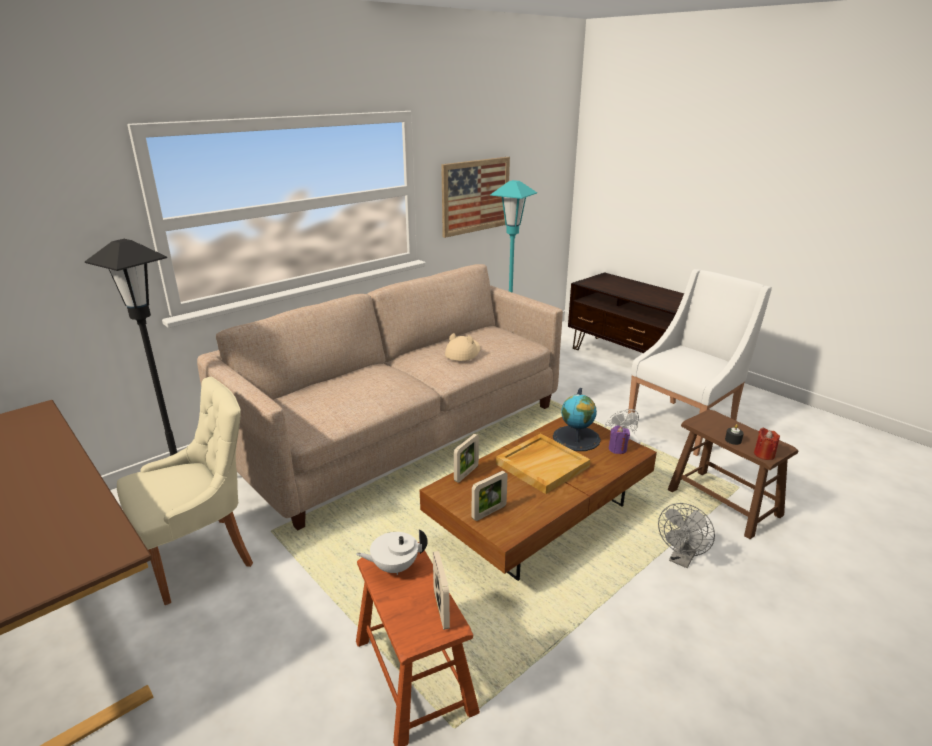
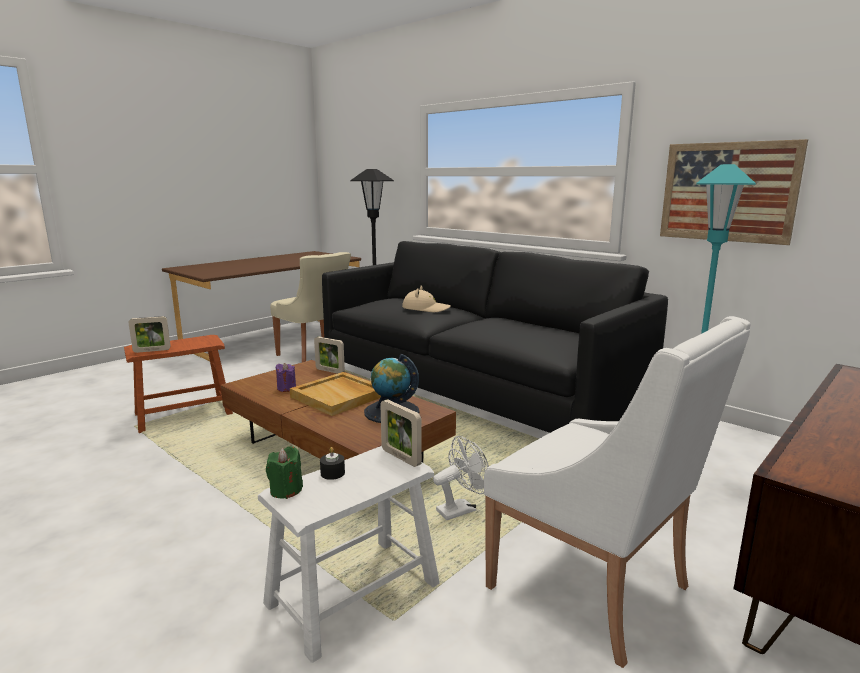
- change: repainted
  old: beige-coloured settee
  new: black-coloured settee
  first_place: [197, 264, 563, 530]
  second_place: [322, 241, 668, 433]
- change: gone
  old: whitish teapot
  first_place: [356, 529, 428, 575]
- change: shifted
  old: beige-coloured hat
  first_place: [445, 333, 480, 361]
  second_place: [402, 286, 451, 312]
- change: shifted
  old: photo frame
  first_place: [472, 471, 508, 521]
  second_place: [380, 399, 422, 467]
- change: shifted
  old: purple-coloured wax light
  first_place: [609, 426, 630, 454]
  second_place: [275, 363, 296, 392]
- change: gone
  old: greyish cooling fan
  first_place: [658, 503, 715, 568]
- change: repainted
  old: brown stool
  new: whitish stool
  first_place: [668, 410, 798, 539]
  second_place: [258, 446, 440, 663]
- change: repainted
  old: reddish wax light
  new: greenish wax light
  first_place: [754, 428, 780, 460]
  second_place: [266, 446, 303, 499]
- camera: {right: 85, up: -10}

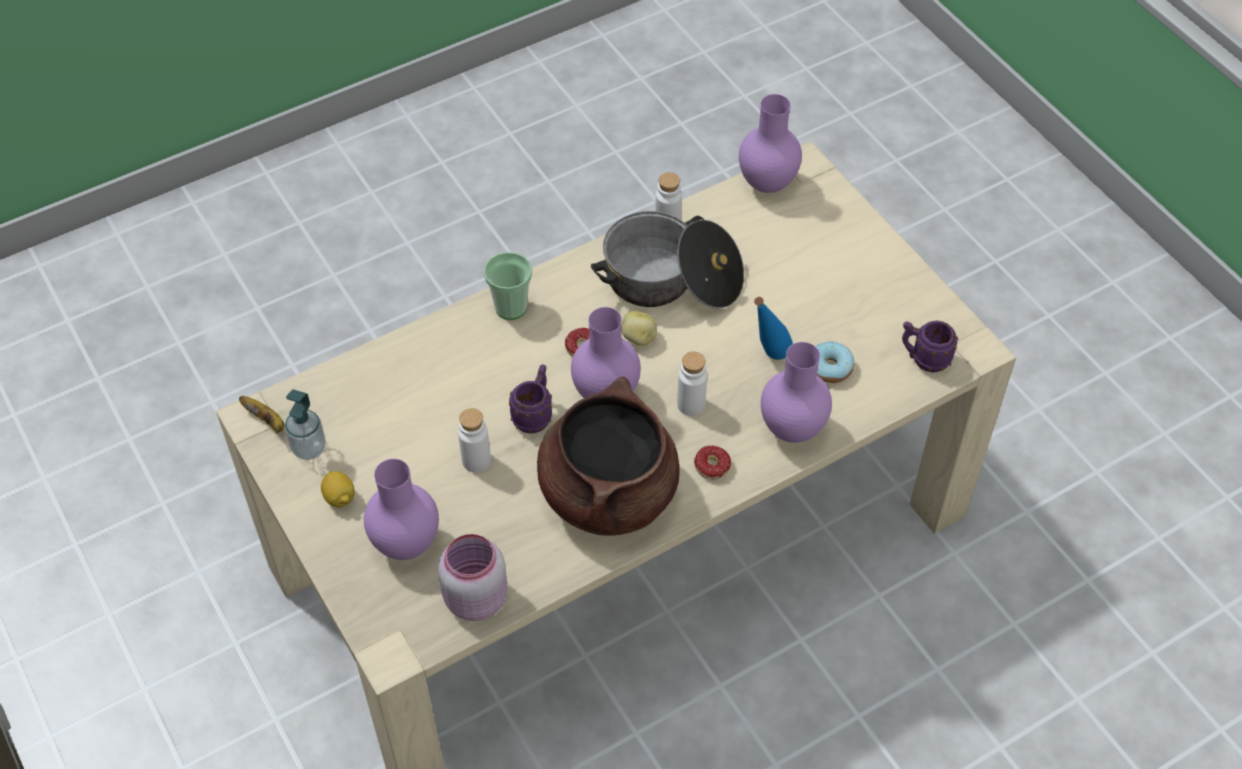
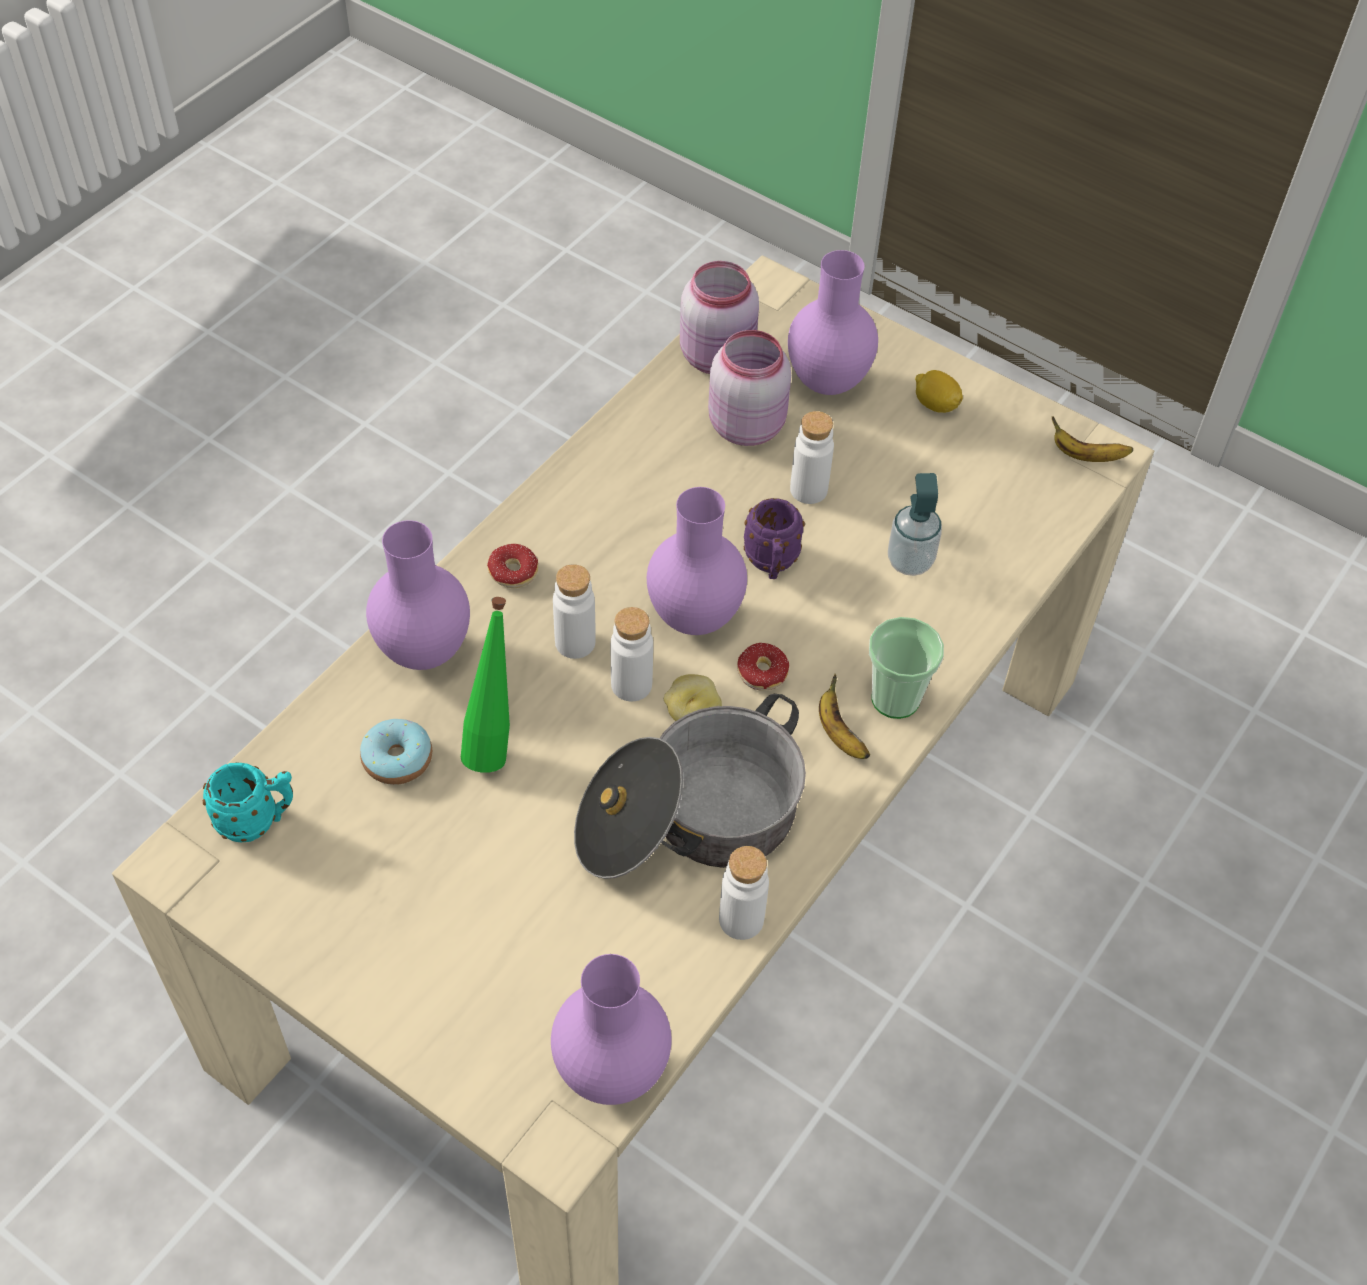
- change: shifted
  old: soap bottle
  first_place: [285, 389, 326, 460]
  second_place: [888, 473, 942, 576]
- change: gone
  old: brown saucepot
  first_place: [537, 377, 680, 536]
- change: repainted
  old: blue-coloured drink bottle
  new: greenish drink bottle
  first_place: [754, 297, 793, 360]
  second_place: [461, 597, 510, 773]
- change: repainted
  old: purple-coloured tea mug
  new: turquoise tea mug
  first_place: [902, 321, 958, 372]
  second_place: [203, 762, 293, 842]
- change: new
  new: whitish drink bottle
  second_place: [611, 607, 653, 701]
- change: new
  new: pink preserve jar
  second_place: [708, 330, 791, 446]
- change: new
  new: banana
  second_place: [819, 674, 870, 759]
- camera: {right: 155, up: 0}

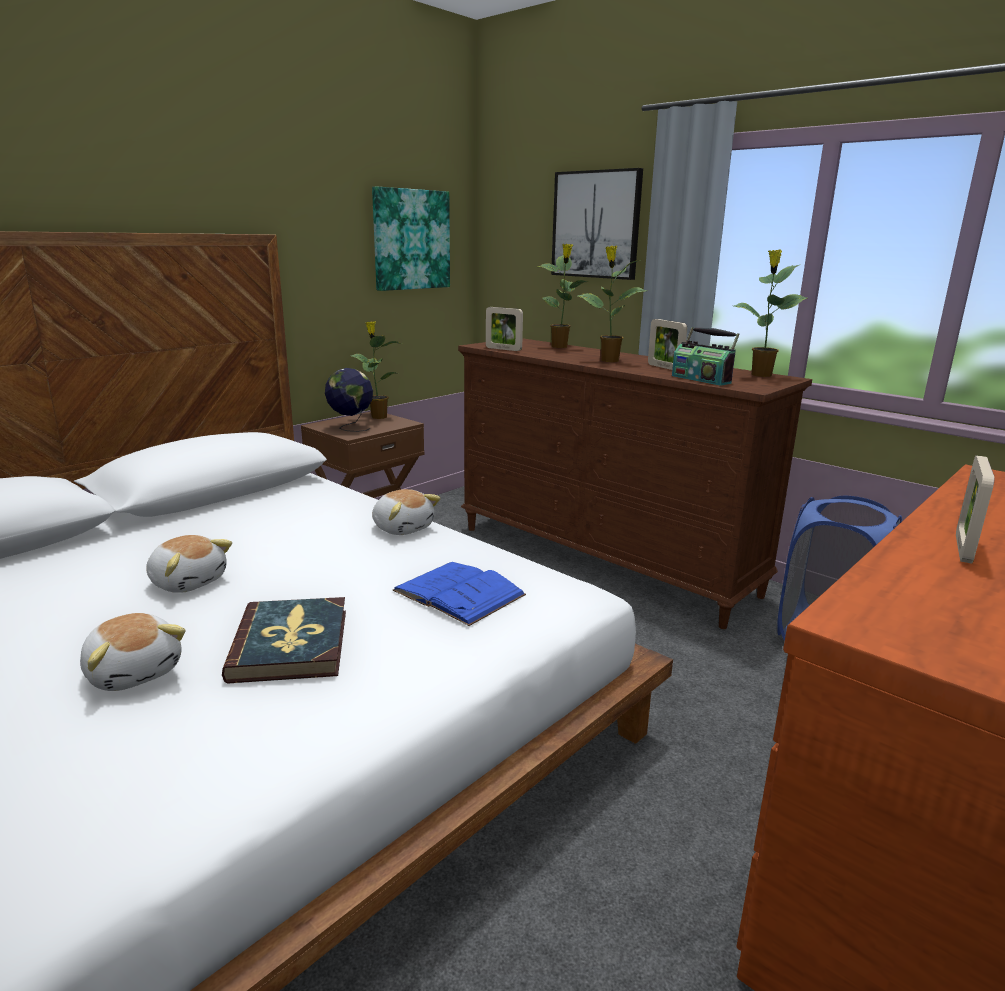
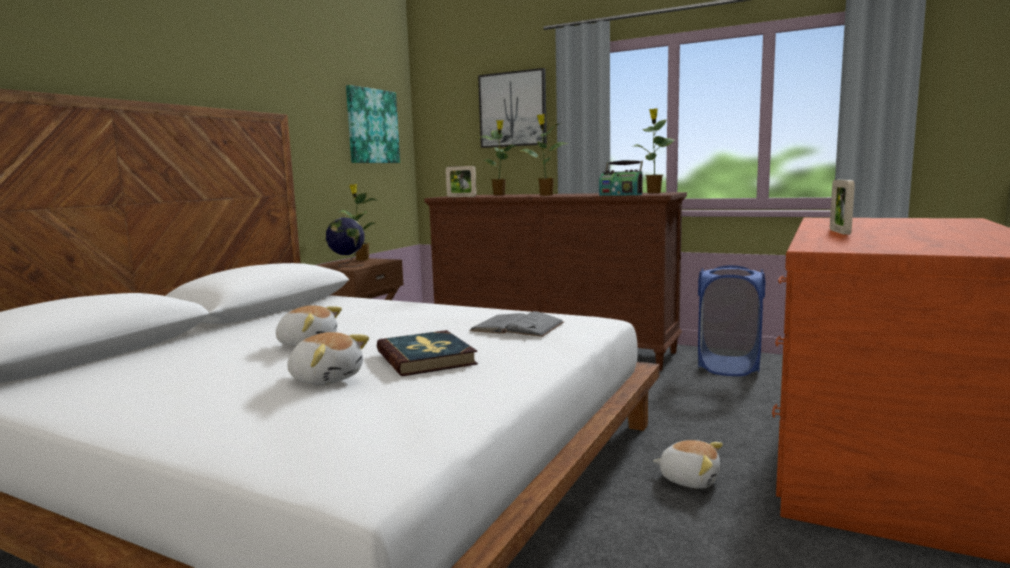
- change: shifted
  old: cuddly toy
  first_place: [372, 489, 441, 535]
  second_place: [653, 440, 723, 489]
- change: repainted
  old: blue-coloured book
  new: greyish book
  first_place: [393, 562, 526, 626]
  second_place: [469, 311, 564, 337]
- change: gone
  old: photo frame
  first_place: [648, 319, 687, 370]
- camera: {right: -15, up: -10}

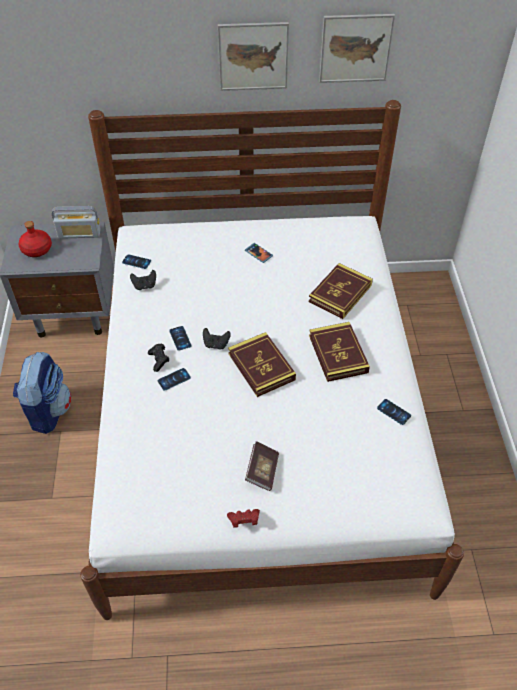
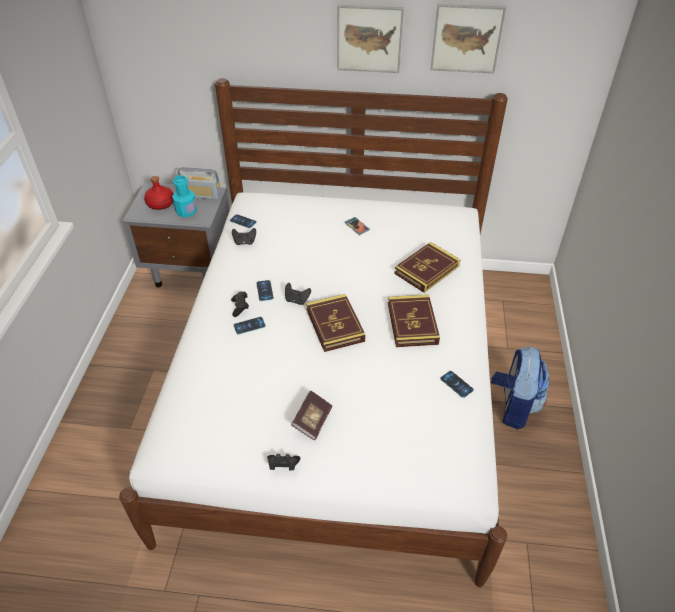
- change: shifted
  old: knapsack
  first_place: [13, 352, 72, 434]
  second_place: [491, 346, 549, 429]
- change: repainted
  old: reddish gamepad
  new: black-coloured gamepad
  first_place: [227, 509, 260, 528]
  second_place: [267, 454, 300, 470]
- change: new
  new: turquoise drink bottle
  second_place: [172, 175, 197, 217]
- camera: {right: 10, up: -5}

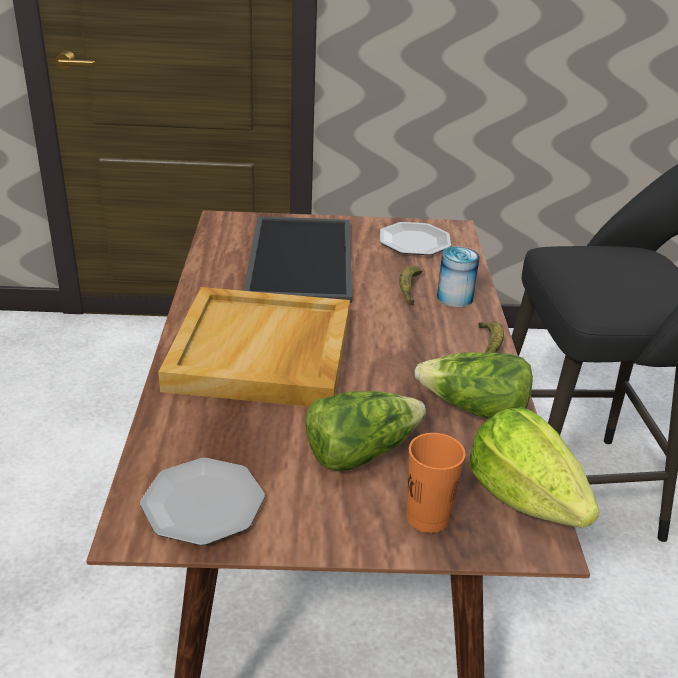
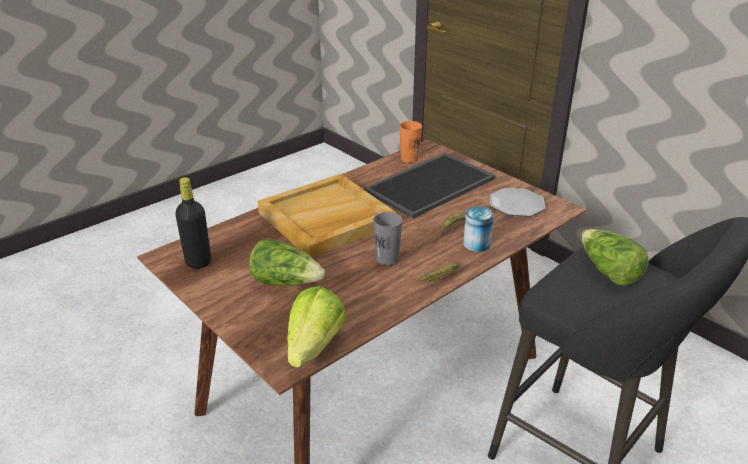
- change: swapped
  old: plate
  new: black-coloured drink bottle
  first_place: [140, 458, 265, 546]
  second_place: [175, 177, 211, 269]
- change: shifted
  old: orange drinking cup
  first_place: [406, 433, 466, 533]
  second_place: [399, 121, 422, 163]
- change: shifted
  old: head of lettuce
  first_place: [414, 352, 533, 419]
  second_place: [582, 229, 649, 285]
- change: new
  new: greyish drinking cup
  second_place: [373, 212, 403, 265]
- camera: {right: 50, up: 0}

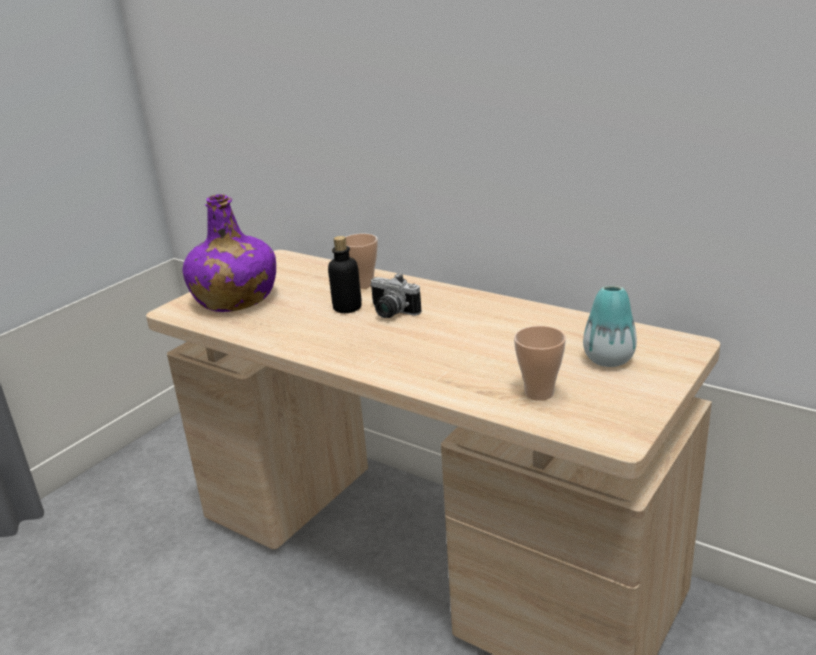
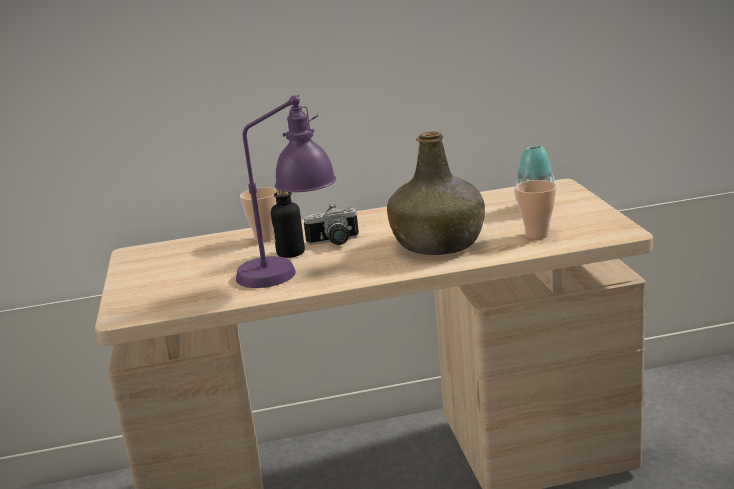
- change: gone
  old: purple-coloured drink bottle
  first_place: [183, 194, 276, 312]
- change: new
  new: purple-coloured tabletop lamp
  second_place: [236, 95, 336, 288]
- change: new
  new: greenish drink bottle
  second_place: [387, 131, 485, 255]
- camera: {right: -45, up: -5}

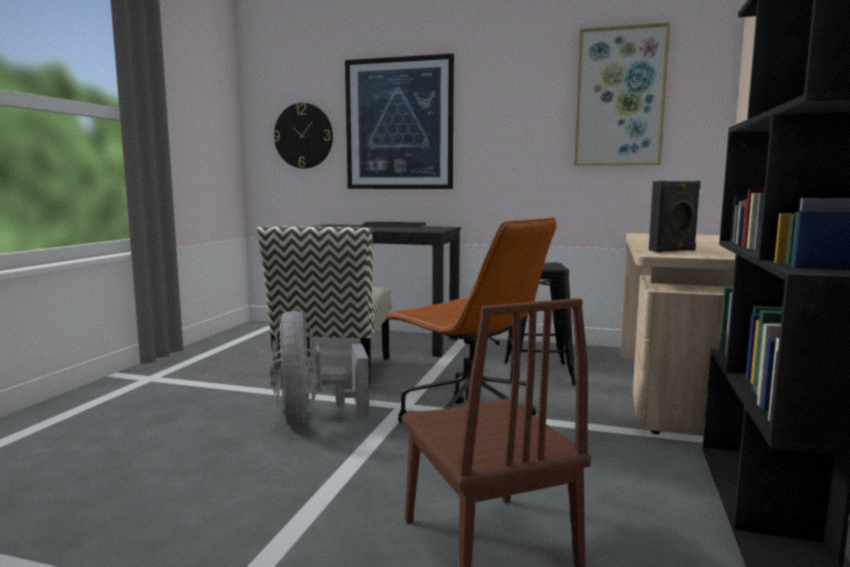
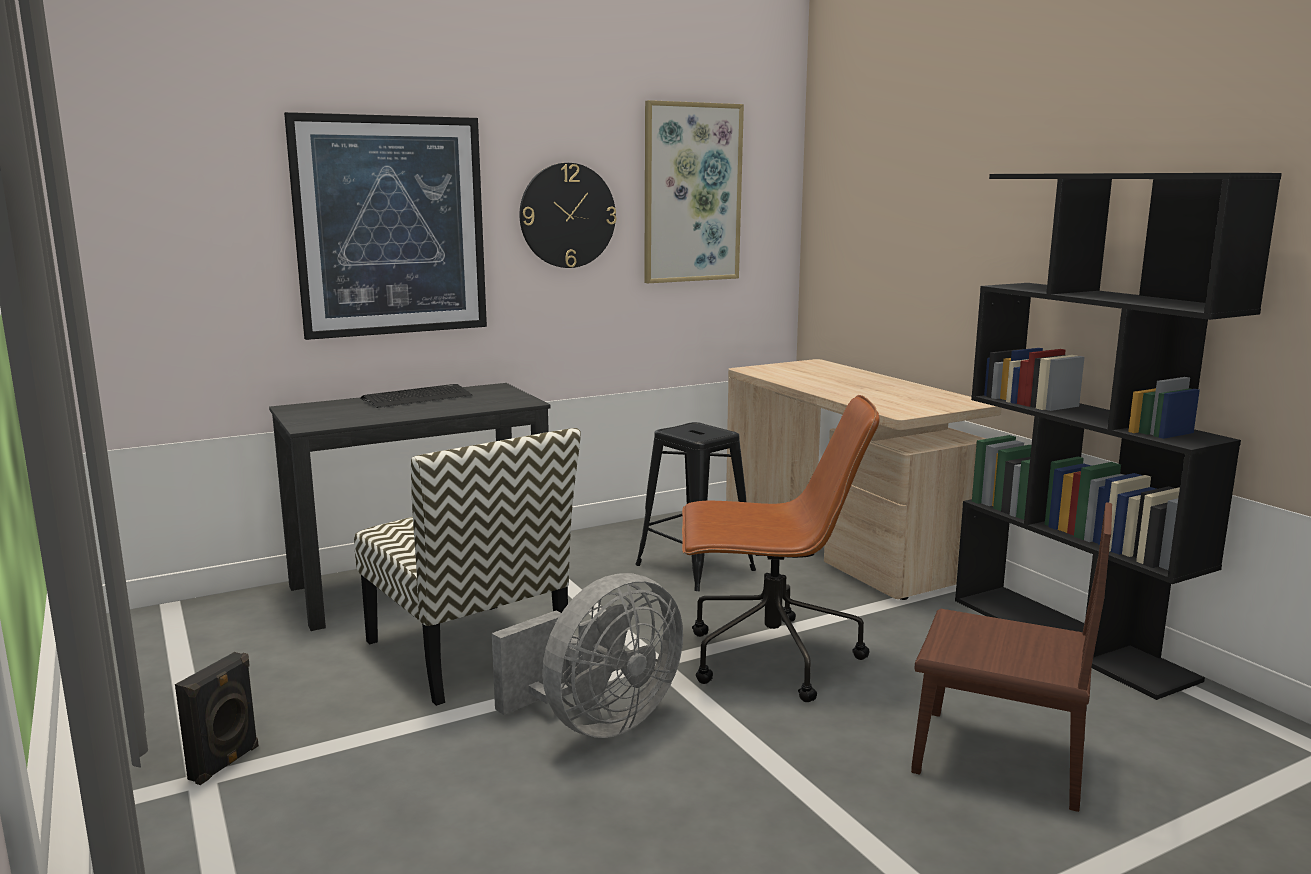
- change: rotated
  old: greyish cooling fan
  first_place: [270, 311, 369, 426]
  second_place: [492, 573, 683, 738]
  degrees: -75
- change: shifted
  old: clock on the wall
  first_place: [273, 103, 333, 169]
  second_place: [520, 163, 616, 268]
- change: shifted
  old: black-coloured audio speaker
  first_place: [649, 181, 701, 252]
  second_place: [175, 652, 259, 785]
- camera: {right: -45, up: 5}

